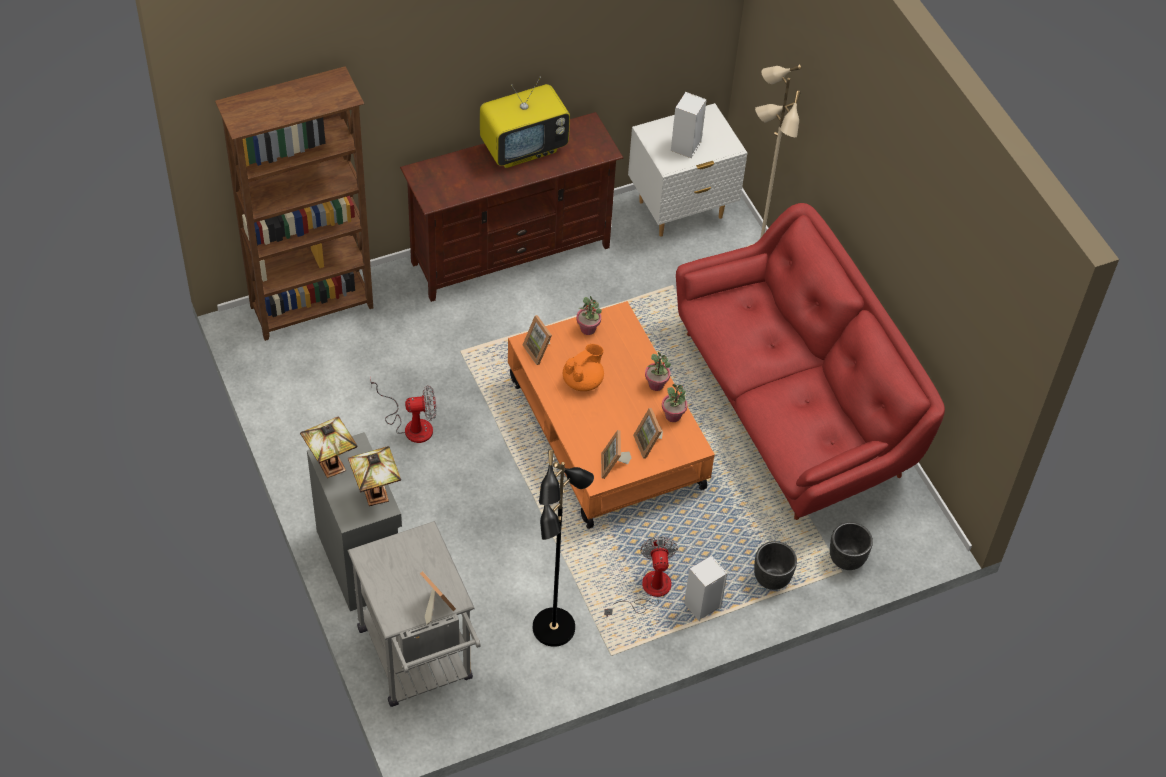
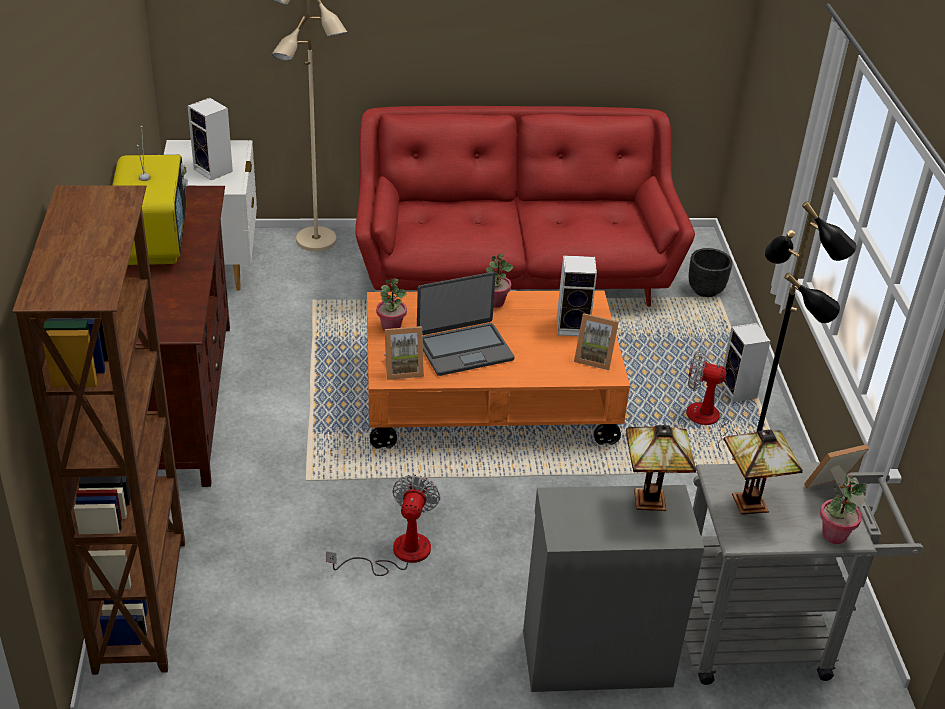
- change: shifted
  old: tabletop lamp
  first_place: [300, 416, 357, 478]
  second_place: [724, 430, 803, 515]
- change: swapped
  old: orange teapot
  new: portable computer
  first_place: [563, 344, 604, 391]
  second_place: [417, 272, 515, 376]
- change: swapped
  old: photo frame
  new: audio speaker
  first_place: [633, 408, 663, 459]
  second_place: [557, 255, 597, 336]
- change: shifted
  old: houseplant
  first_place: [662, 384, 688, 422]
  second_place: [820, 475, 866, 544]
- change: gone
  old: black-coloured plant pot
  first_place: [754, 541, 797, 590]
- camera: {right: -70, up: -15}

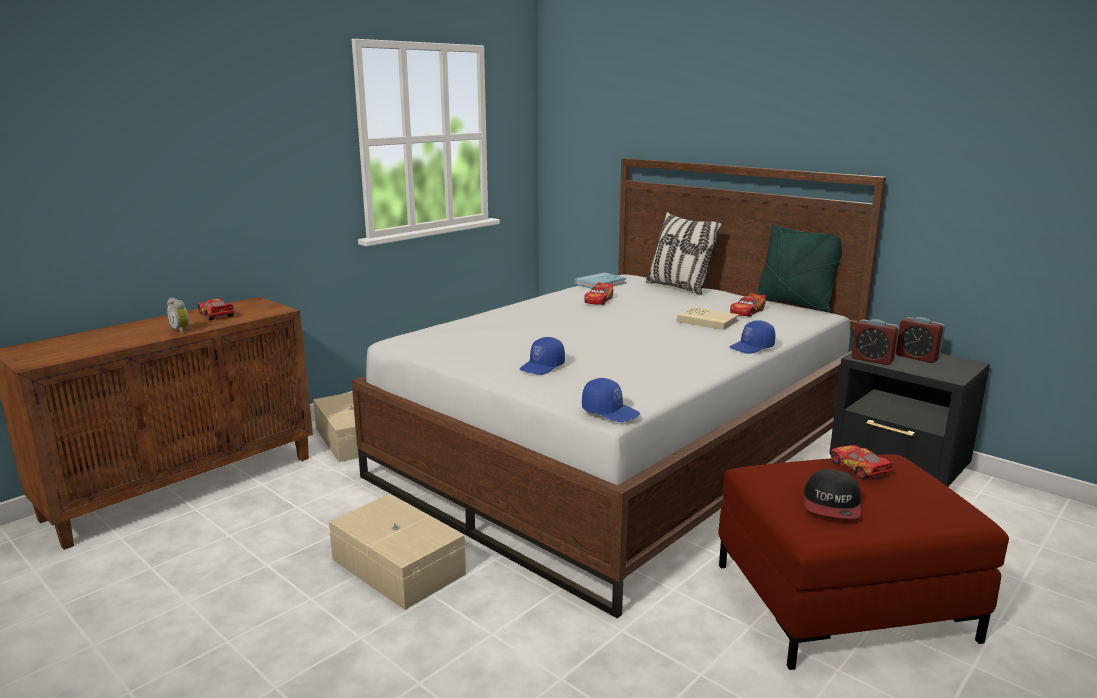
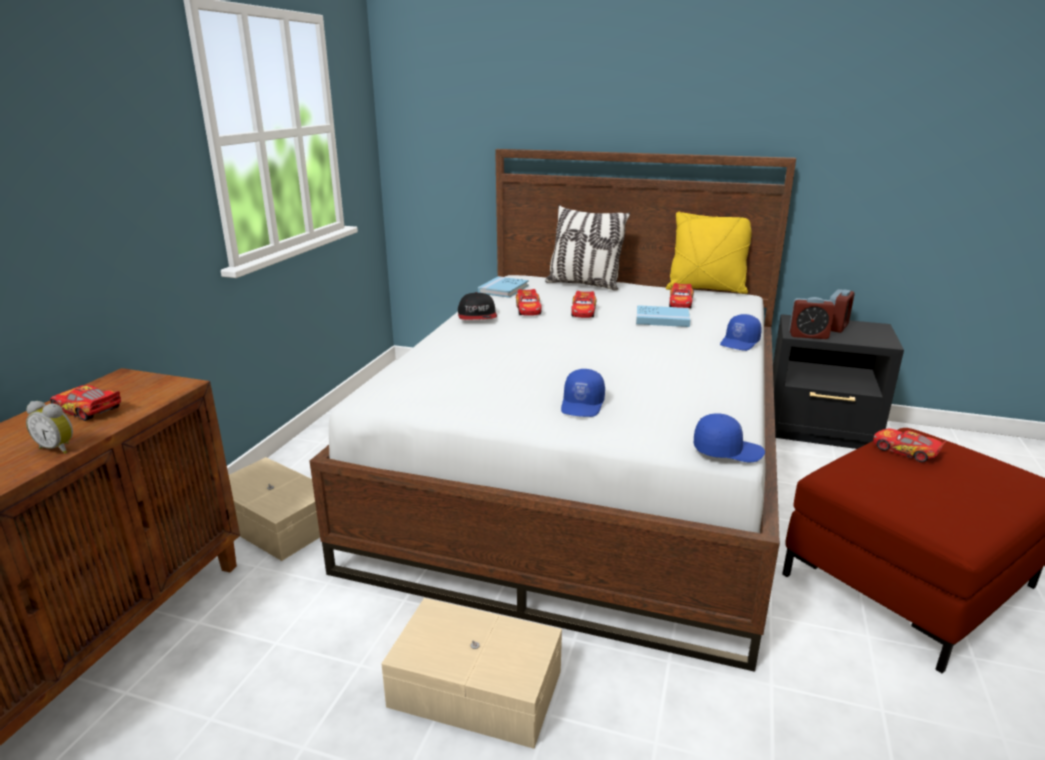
- change: repainted
  old: beige-coloured book
  new: blue-coloured book
  first_place: [677, 307, 739, 330]
  second_place: [636, 305, 690, 327]
- change: repainted
  old: greenish pillow
  new: yellow pillow
  first_place: [756, 225, 842, 312]
  second_place: [666, 211, 752, 294]
- change: shifted
  old: baseball cap
  first_place: [804, 469, 862, 519]
  second_place: [458, 292, 497, 320]
- change: rotated
  old: table clock
  first_place: [896, 317, 945, 363]
  second_place: [829, 289, 855, 333]
  degrees: -75
- change: new
  new: miniature car
  second_place: [571, 291, 597, 318]
- camera: {right: -25, up: 5}

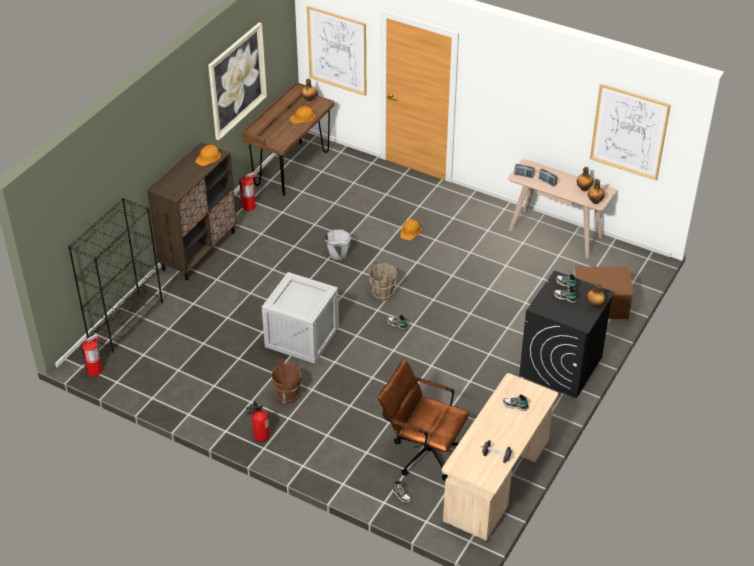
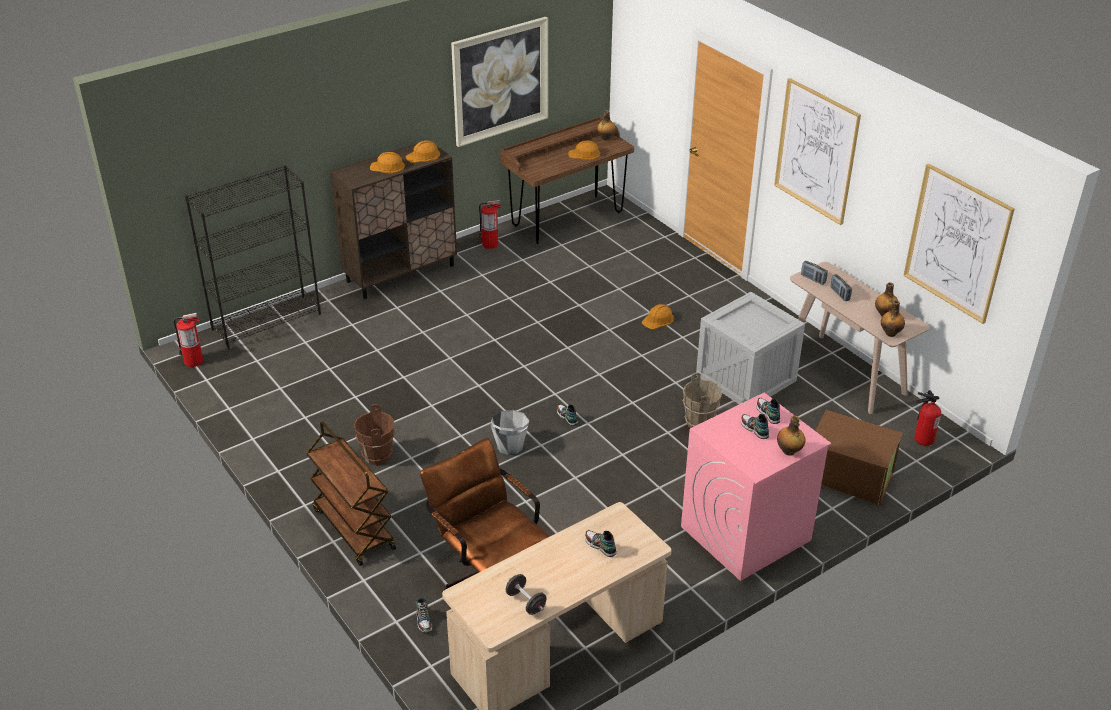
- change: shifted
  old: fire extinguisher
  first_place: [246, 401, 270, 442]
  second_place: [914, 390, 941, 446]
- change: shifted
  old: packing crate
  first_place: [262, 272, 339, 364]
  second_place: [696, 292, 805, 404]
- change: shifted
  old: wall picture
  first_place: [307, 6, 366, 96]
  second_place: [774, 78, 861, 225]
- change: shifted
  old: greyish bucket
  first_place: [325, 230, 351, 260]
  second_place: [490, 410, 529, 455]
- change: shifted
  old: brown bucket
  first_place: [369, 260, 397, 301]
  second_place: [683, 373, 722, 428]
- change: repainted
  old: black-coloured laundry appliance
  new: pink laundry appliance
  first_place: [519, 271, 615, 398]
  second_place: [681, 393, 831, 581]
- change: new
  new: brown wheeled cart
  second_place: [306, 421, 396, 566]
- change: new
  new: orange safety helmet
  second_place: [370, 152, 405, 174]
- camera: {right: 25, up: -5}

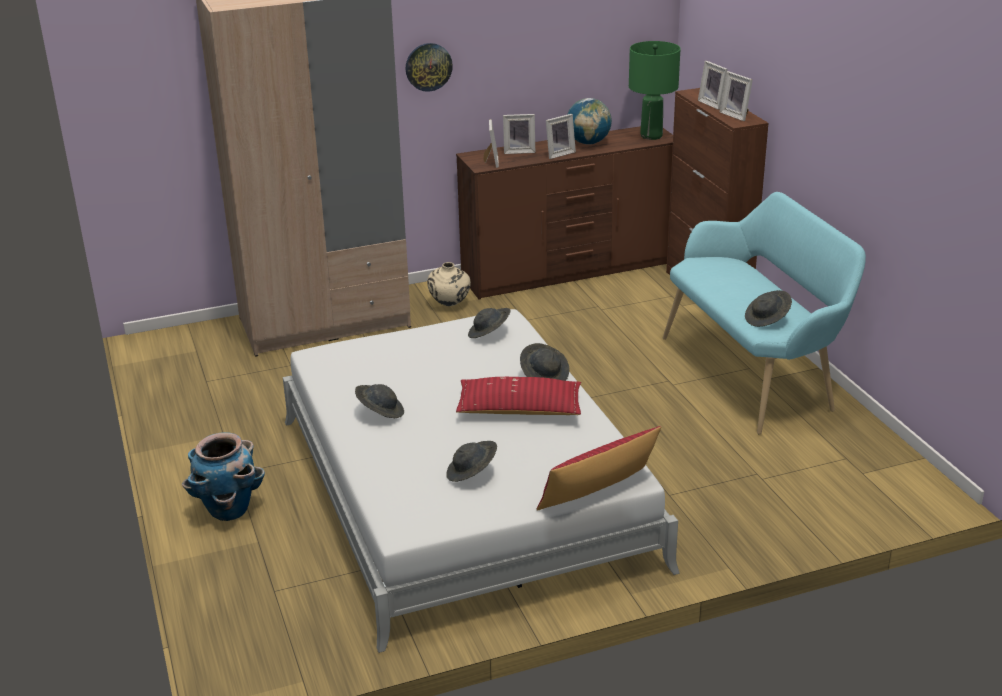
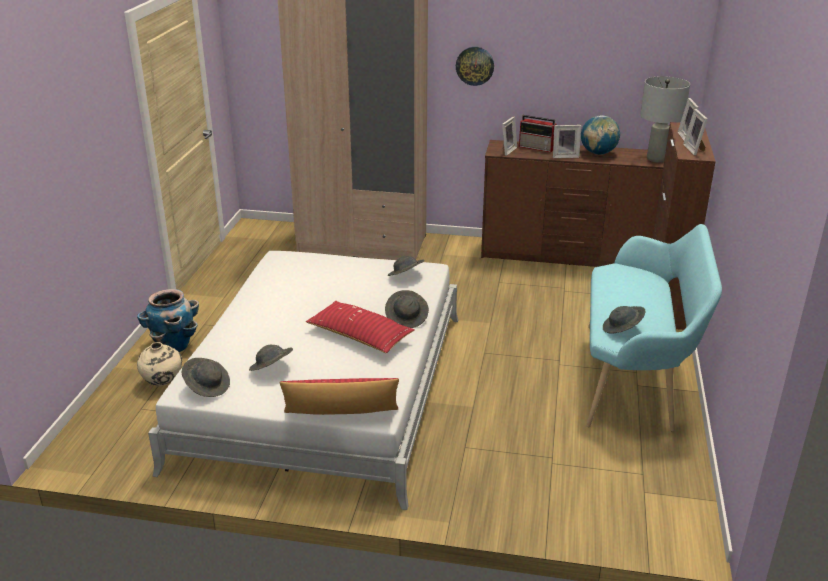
- change: shifted
  old: greyish hat
  first_place: [355, 384, 404, 418]
  second_place: [182, 358, 230, 397]
- change: shifted
  old: beige-coloured decorative vase
  first_place: [427, 262, 471, 306]
  second_place: [137, 342, 182, 386]
- change: swapped
  old: photo frame
  new: radio
  first_place: [503, 114, 535, 154]
  second_place: [519, 115, 556, 152]
- change: repainted
  old: greenish tabletop lamp
  new: greyish tabletop lamp
  first_place: [629, 41, 681, 140]
  second_place: [640, 76, 690, 162]
- camera: {right: 30, up: 0}

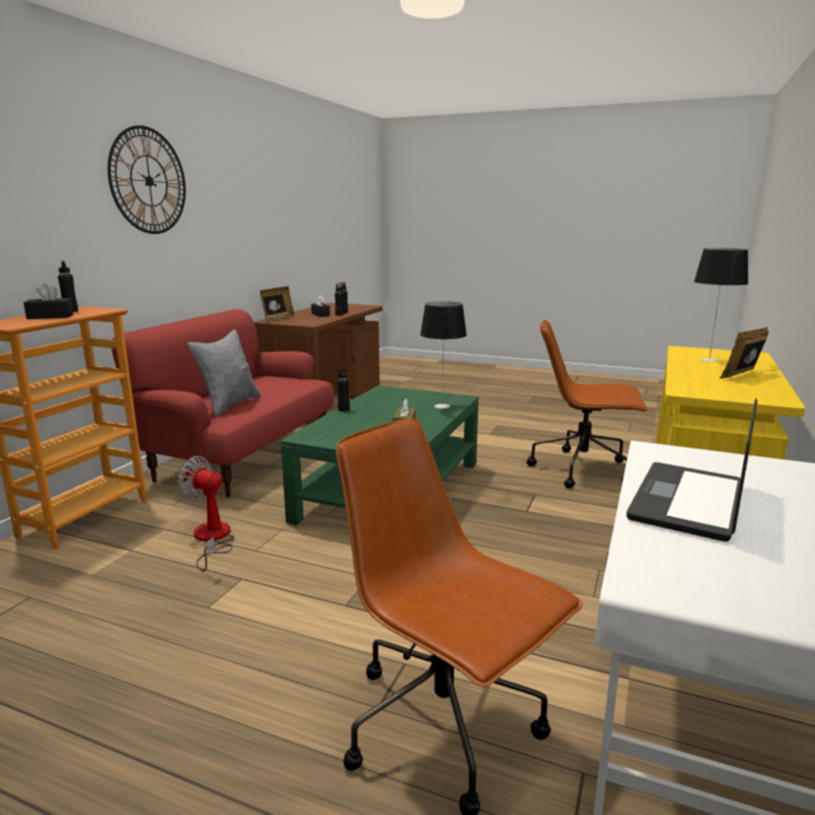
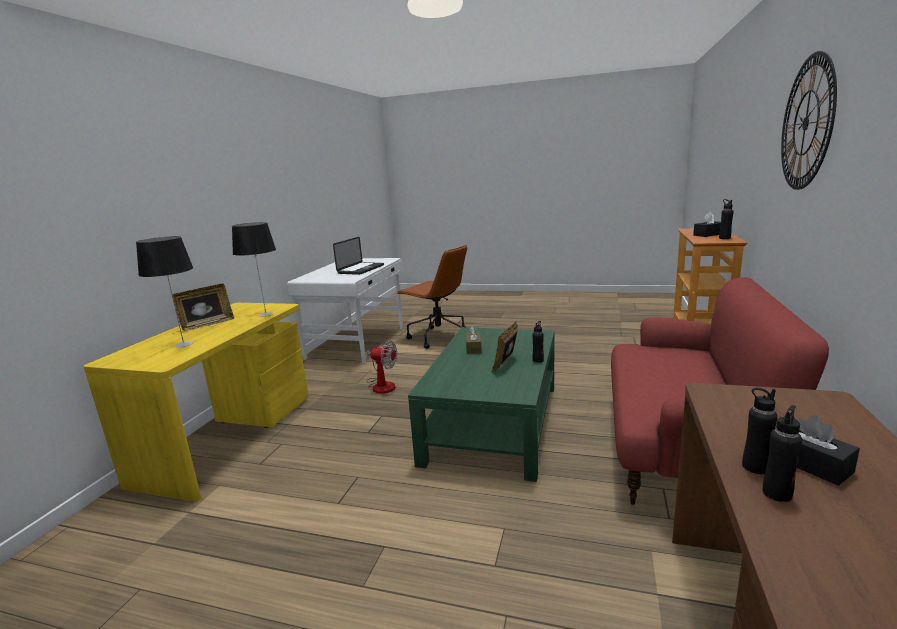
- change: shifted
  old: cooling fan
  first_place: [177, 456, 234, 571]
  second_place: [367, 340, 397, 394]
- change: gone
  old: greyish pillow
  first_place: [188, 329, 261, 417]
- change: shifted
  old: photo frame
  first_place: [260, 286, 295, 321]
  second_place: [491, 321, 518, 373]
- change: shifted
  old: tabletop lamp
  first_place: [420, 301, 467, 409]
  second_place: [232, 222, 276, 317]
- change: gone
  old: brown computer chair
  first_place: [527, 319, 648, 488]
- camera: {right: 175, up: 0}

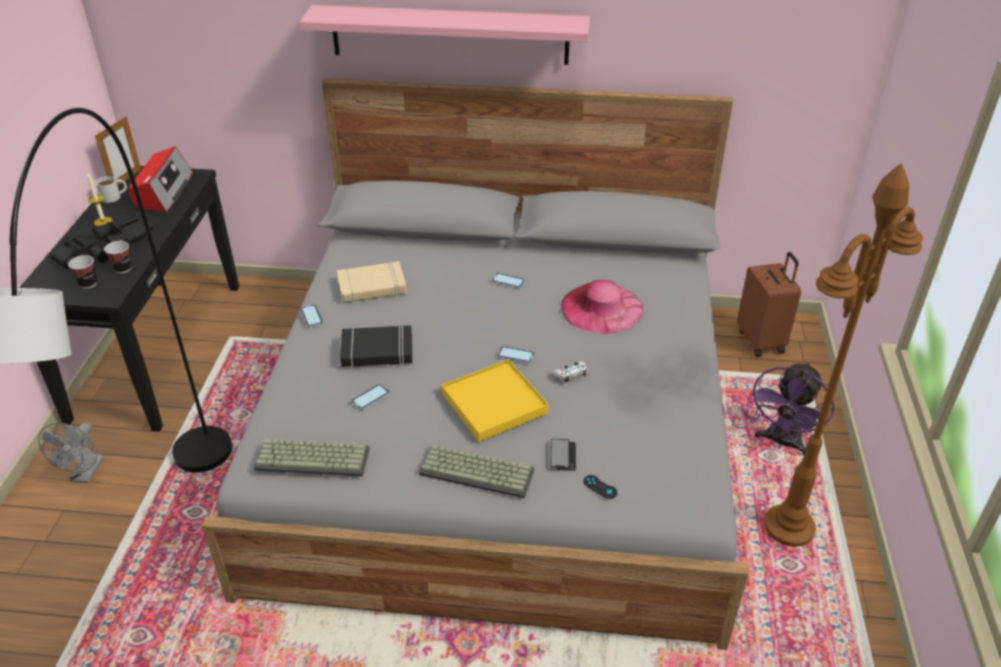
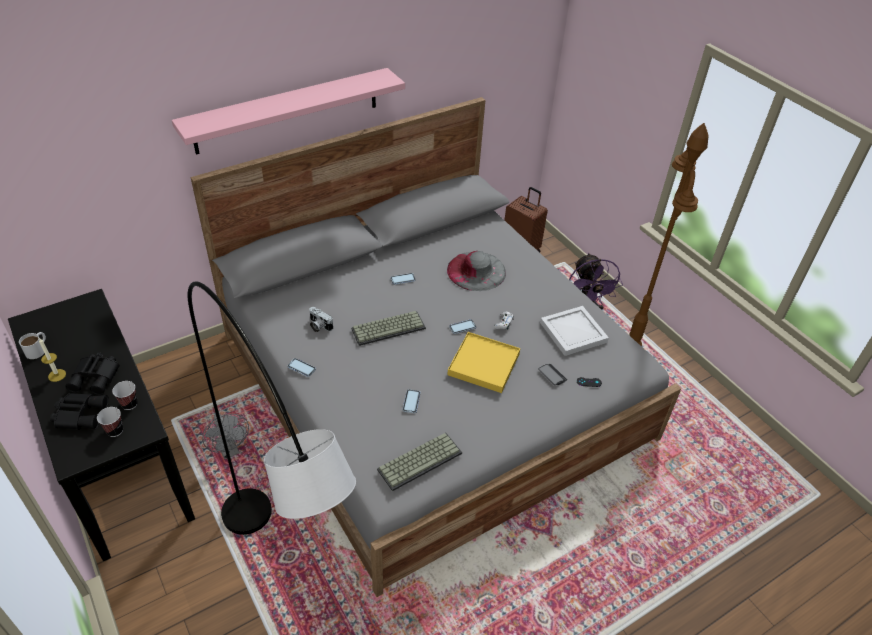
- change: shifted
  old: greyish cooling fan
  first_place: [38, 422, 104, 483]
  second_place: [202, 414, 249, 459]
- change: gone
  old: photo frame
  first_place: [95, 116, 141, 186]
- change: gone
  old: radio
  first_place: [129, 146, 193, 212]
- change: swapped
  old: beige-coloured book
  new: photo camera
  first_place: [337, 261, 407, 303]
  second_place: [309, 307, 333, 332]
- change: gone
  old: black-coloured book
  first_place: [340, 325, 412, 368]
- change: shifted
  old: PC keyboard
  first_place: [419, 445, 535, 498]
  second_place: [351, 311, 426, 346]
- change: repainted
  old: pink hat
  new: greyish hat
  first_place: [561, 280, 643, 334]
  second_place: [447, 251, 506, 291]
- change: new
  new: whitish tray
  second_place: [540, 306, 609, 356]
- camera: {right: -40, up: 5}

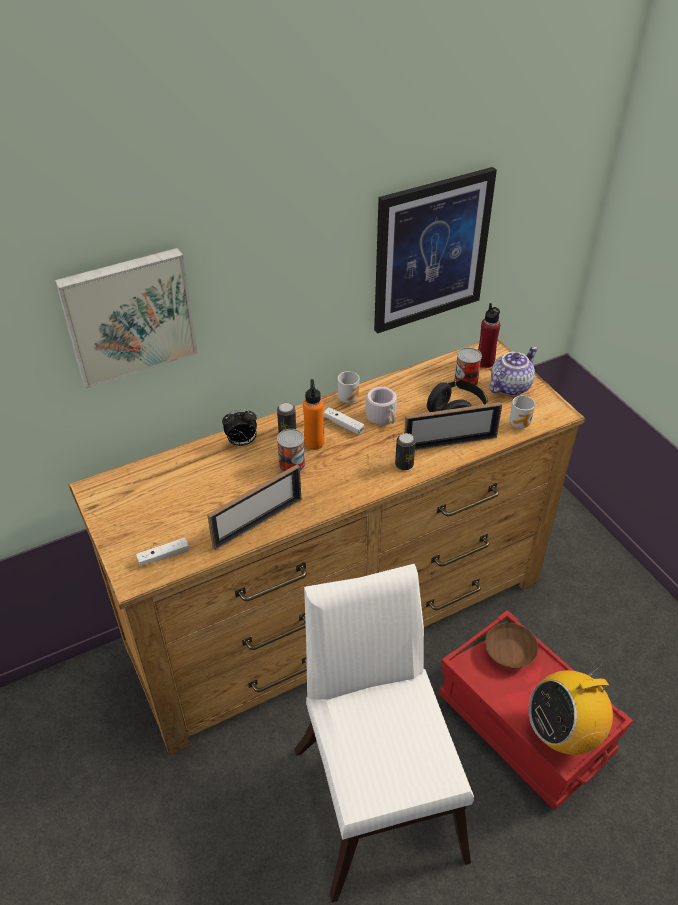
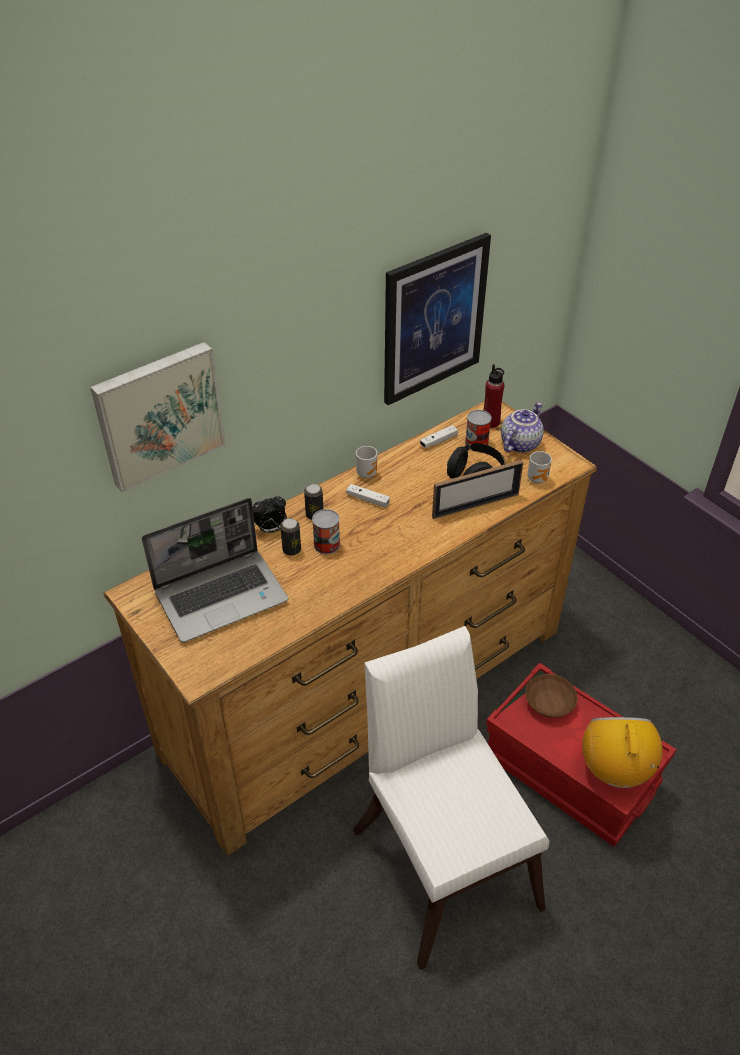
- change: shifted
  old: whitish gamepad
  first_place: [136, 537, 189, 566]
  second_place: [420, 425, 458, 448]
- change: gone
  old: photo frame
  first_place: [207, 464, 301, 550]
- change: gone
  old: orange drink bottle
  first_place: [303, 379, 325, 450]
- change: gone
  old: greyish tea mug
  first_place: [365, 387, 397, 425]
- change: shifted
  old: sealed can
  first_place: [395, 433, 416, 470]
  second_place: [280, 518, 301, 556]
- change: rotated
  old: radio
  first_place: [528, 663, 613, 755]
  second_place: [582, 717, 663, 788]
  degrees: 120
- change: new
  new: portable computer
  second_place: [142, 498, 288, 642]
- camera: {right: -10, up: 0}

